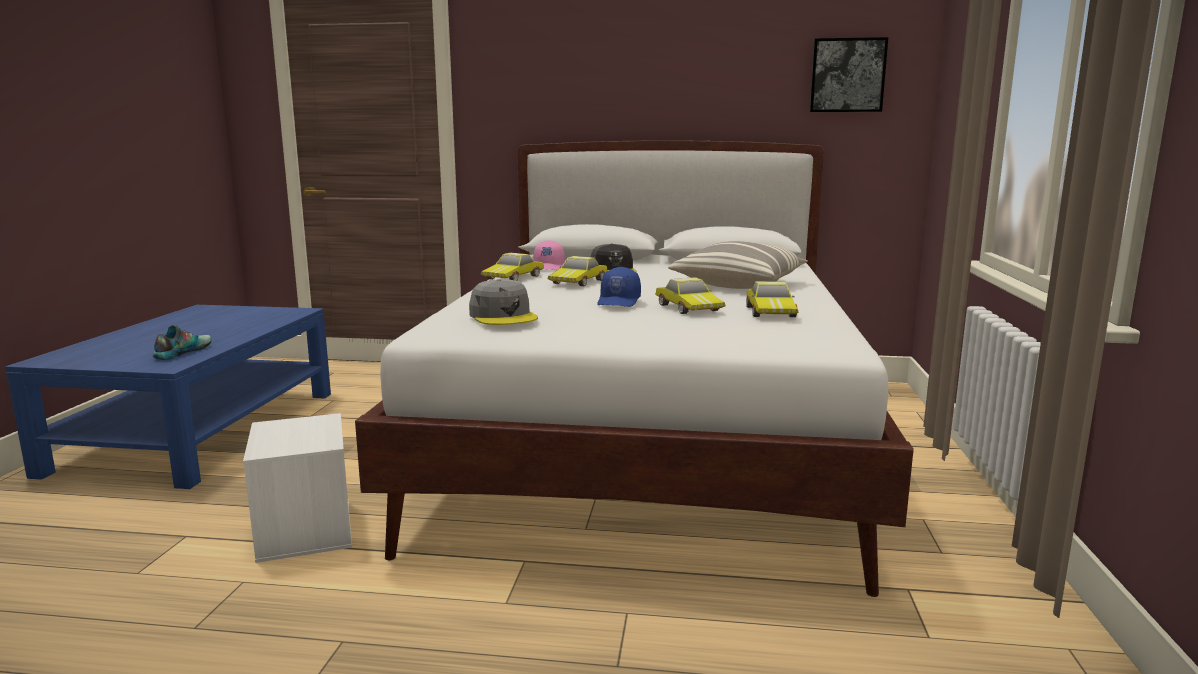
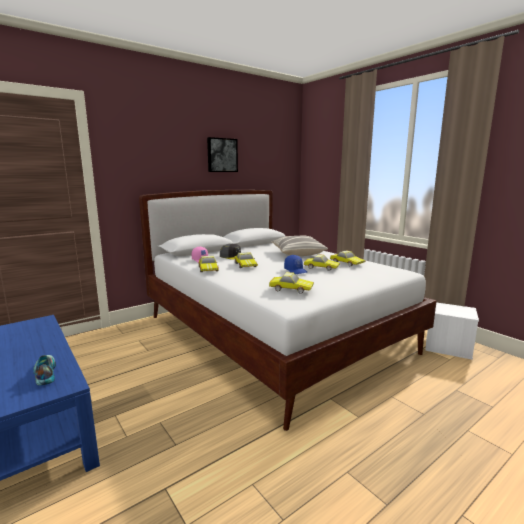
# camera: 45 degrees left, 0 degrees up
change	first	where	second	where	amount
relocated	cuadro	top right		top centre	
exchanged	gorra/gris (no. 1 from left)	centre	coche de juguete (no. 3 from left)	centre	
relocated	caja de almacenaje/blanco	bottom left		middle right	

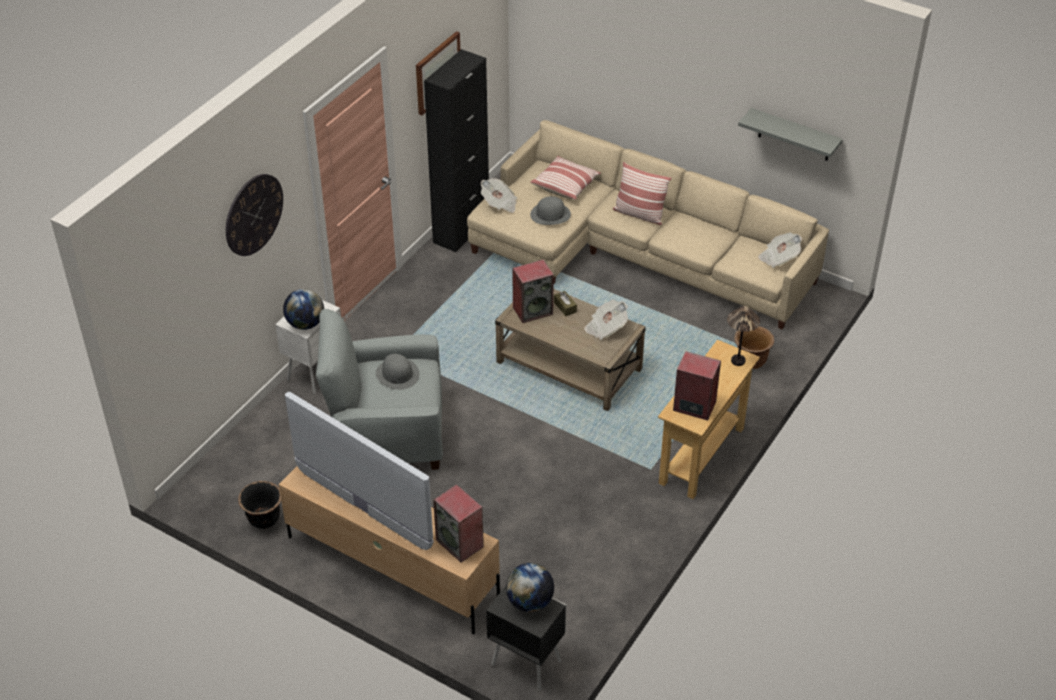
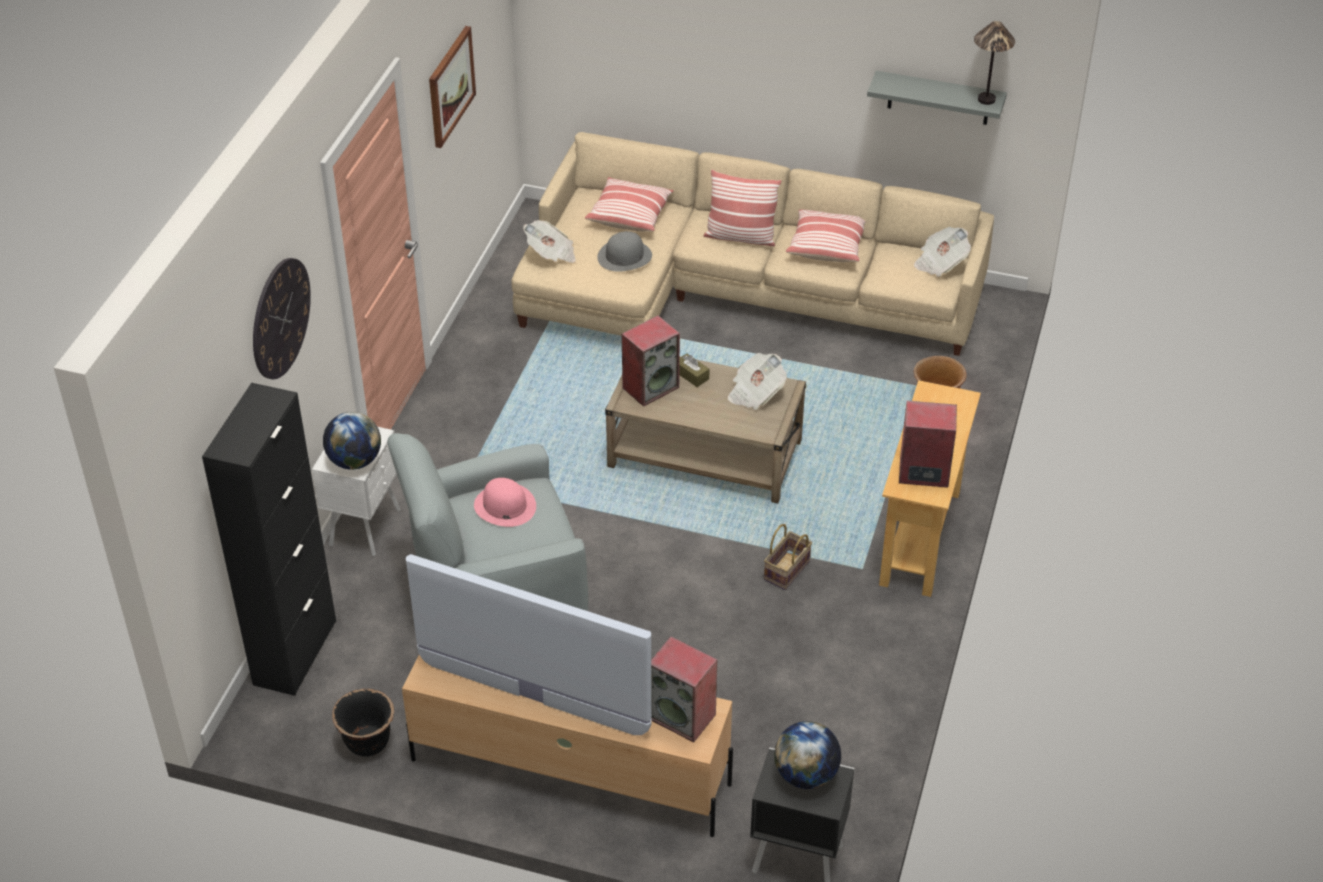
# camera: 15 degrees left, 0 degrees up
change	first	where	second	where	amount
relocated	armario/negro	top centre		middle left	
relocated	lámpara de mesa	middle right		top right	
colour	sombrero/gris (no. 1 from left)	centre	sombrero/rosa	centre	
appeared			cojín (no. 3 from left)	top centre	
appeared			cesta	centre	

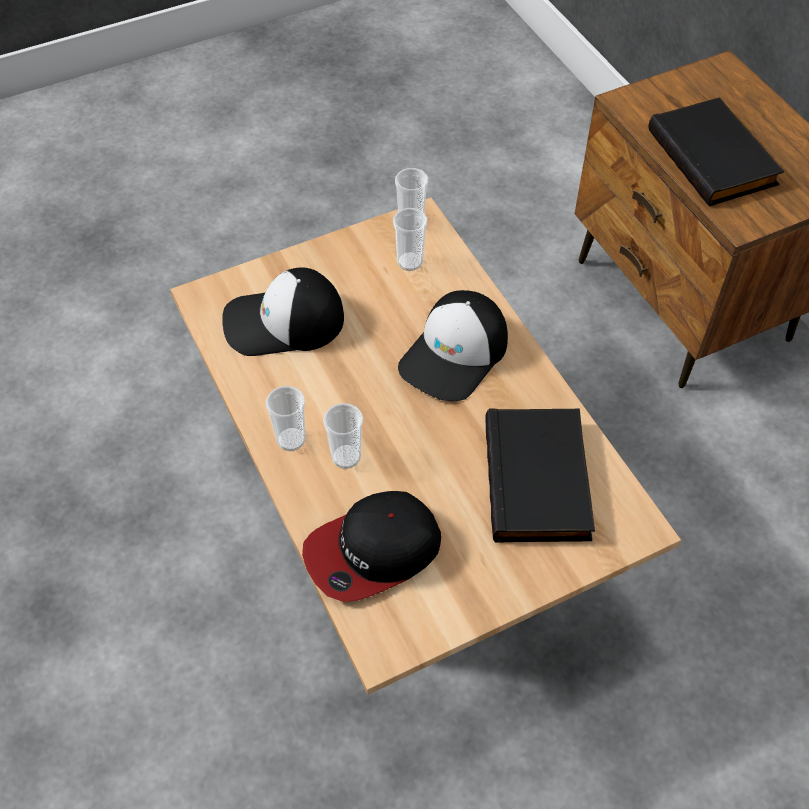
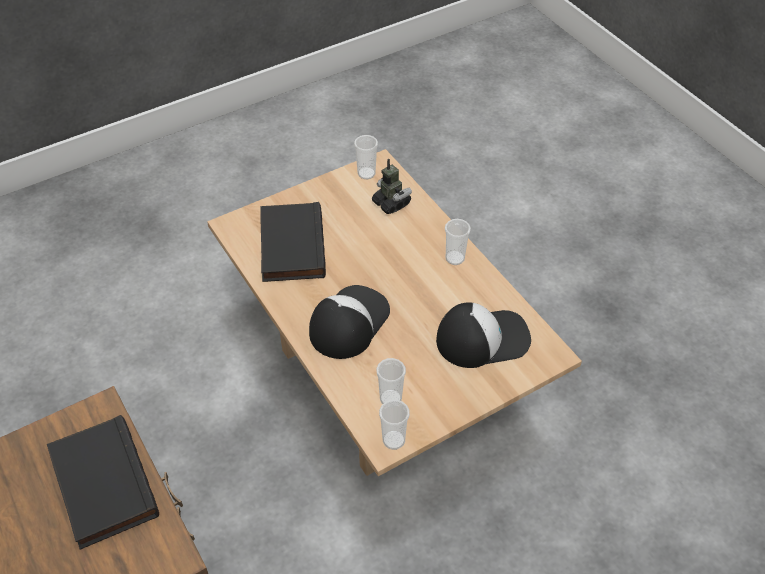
# camera: 175 degrees right, 5 degrees down
change	first	where	second	where	amount
relocated	taza (no. 2 from left in the first image)	centre	taza (no. 1 from left)	top centre	
exchanged	gorra (no. 2 from left)	bottom centre	robot de juguete	top centre	

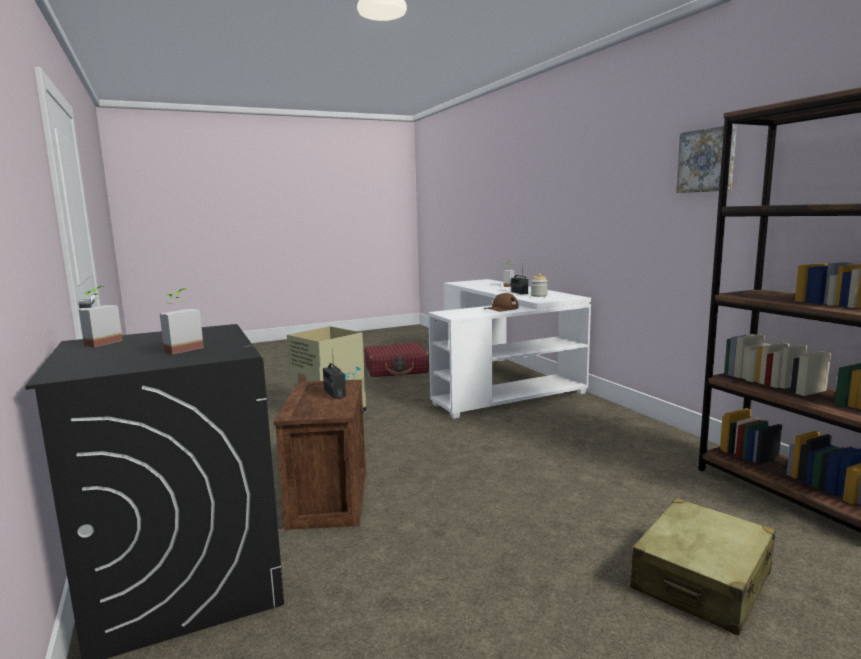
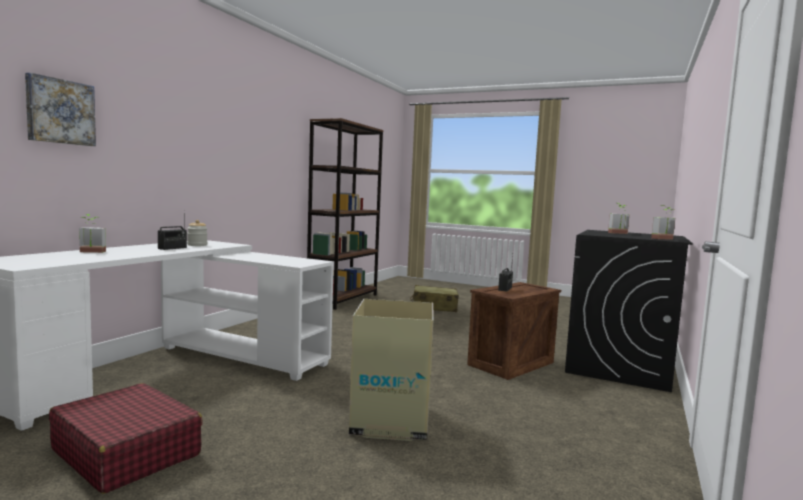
# camera: 130 degrees left, 5 degrees down
change	first	where	second	where	amount
relocated	cuadro	top right		top left	
missing	gorra/marrón	centre			

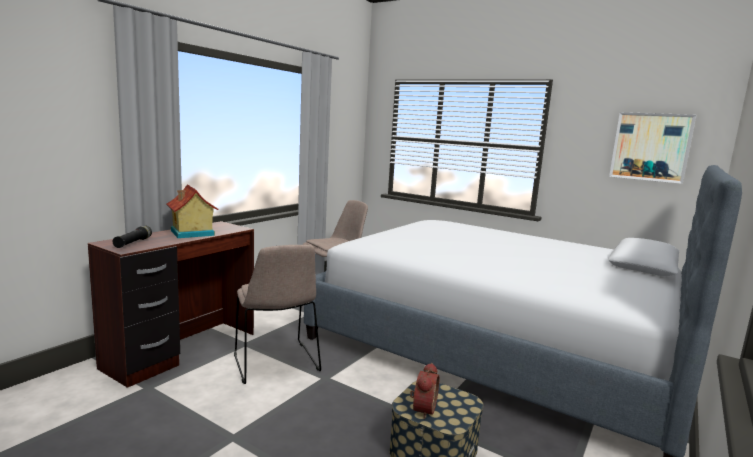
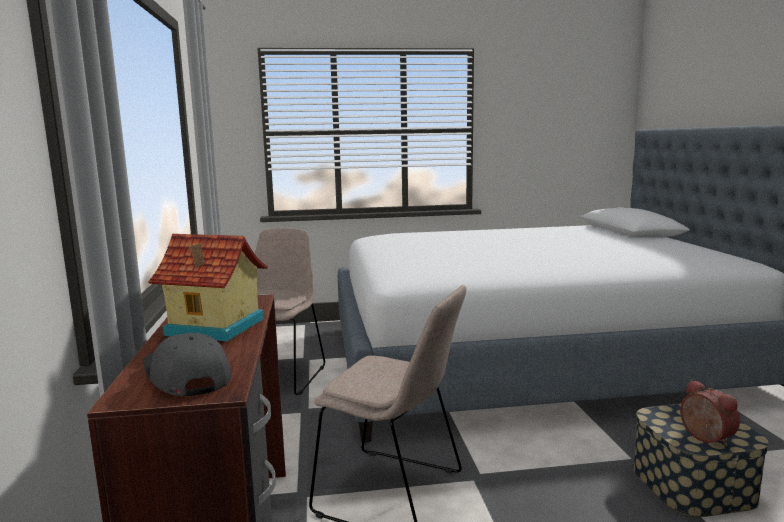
# camera: 40 degrees left, 0 degrees up
change	first	where	second	where	amount
missing	cuadro	top right			
exchanged	linterna/negro	middle left	gorra/gris	bottom left	

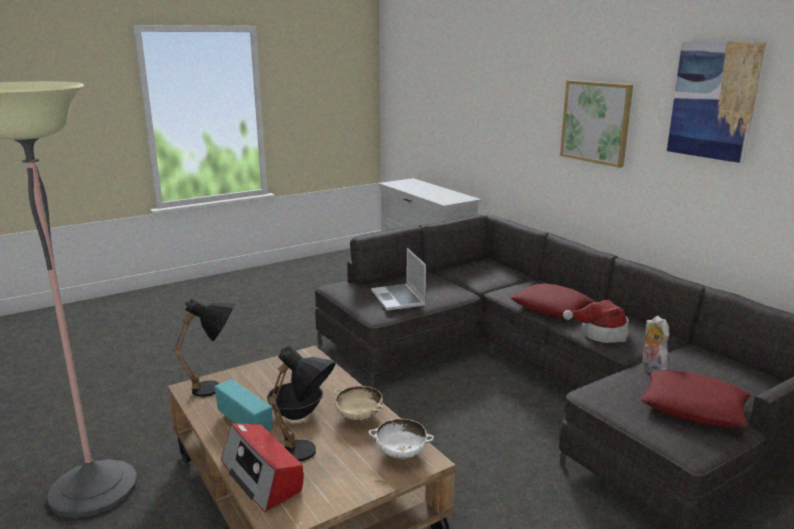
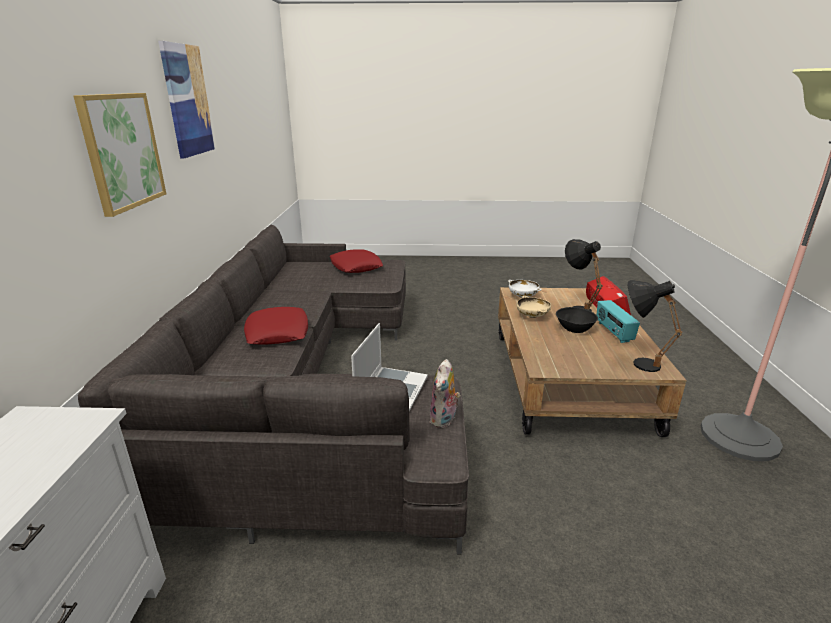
# camera: 145 degrees left, 5 degrees up
change	first	where	second	where	amount
missing	sombrero	middle right			
relocated	peluche	middle right		centre	

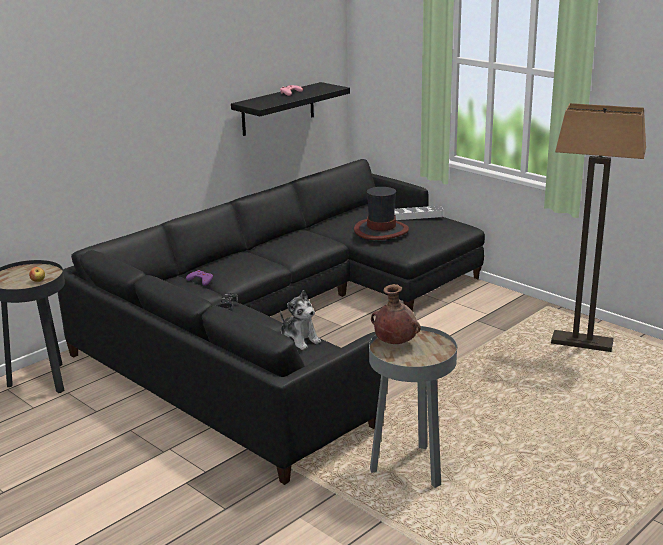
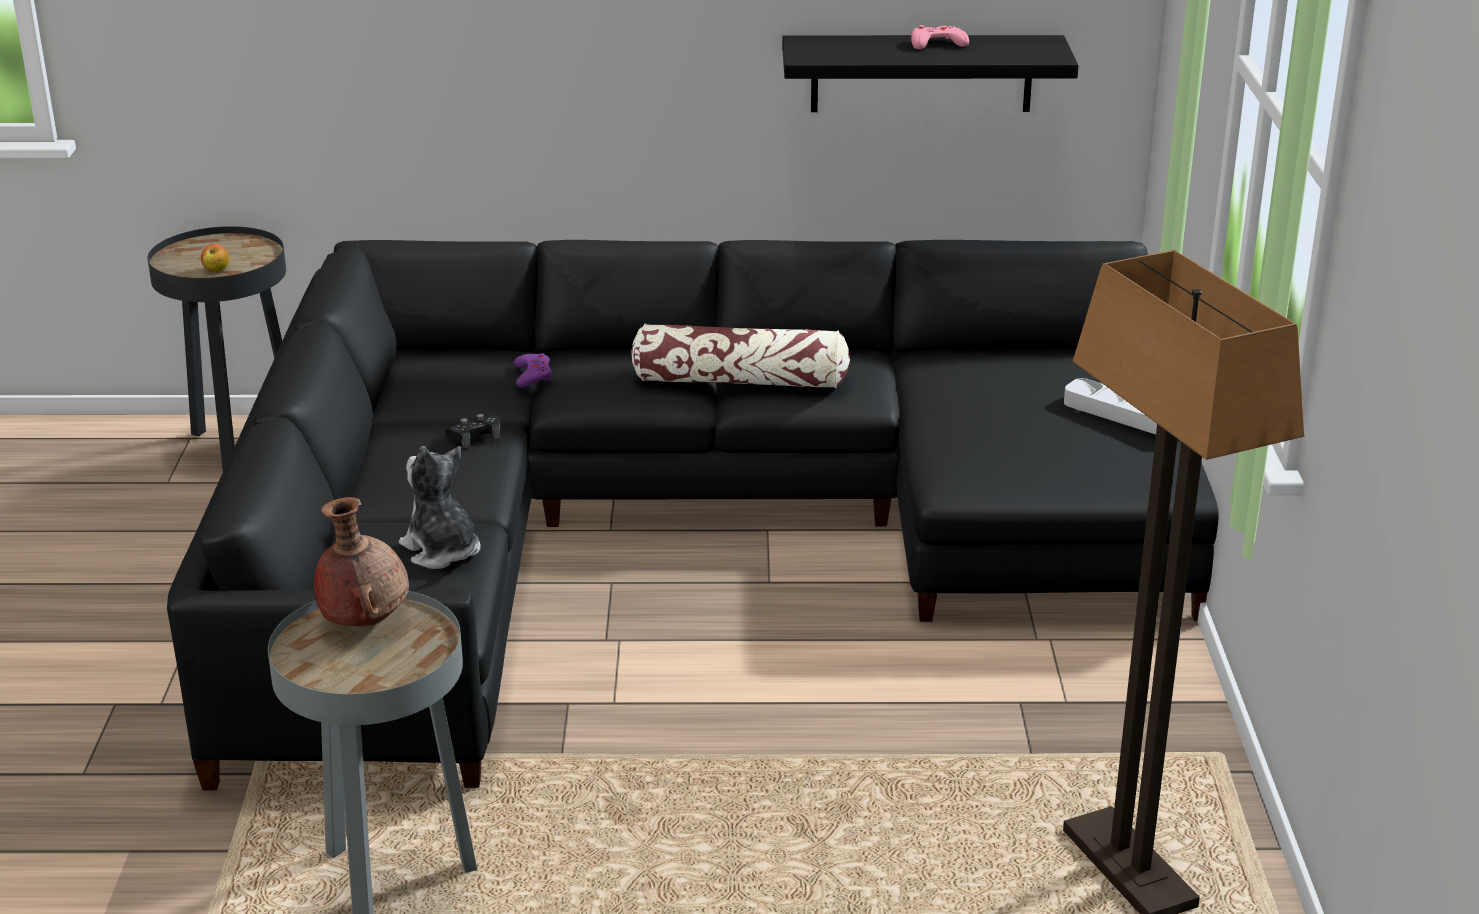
# camera: 45 degrees right, 5 degrees up
change	first	where	second	where	amount
missing	sombrero	centre			
spun	peluche	centre		middle left	135 degrees clockwise
appeared			cojín	centre	

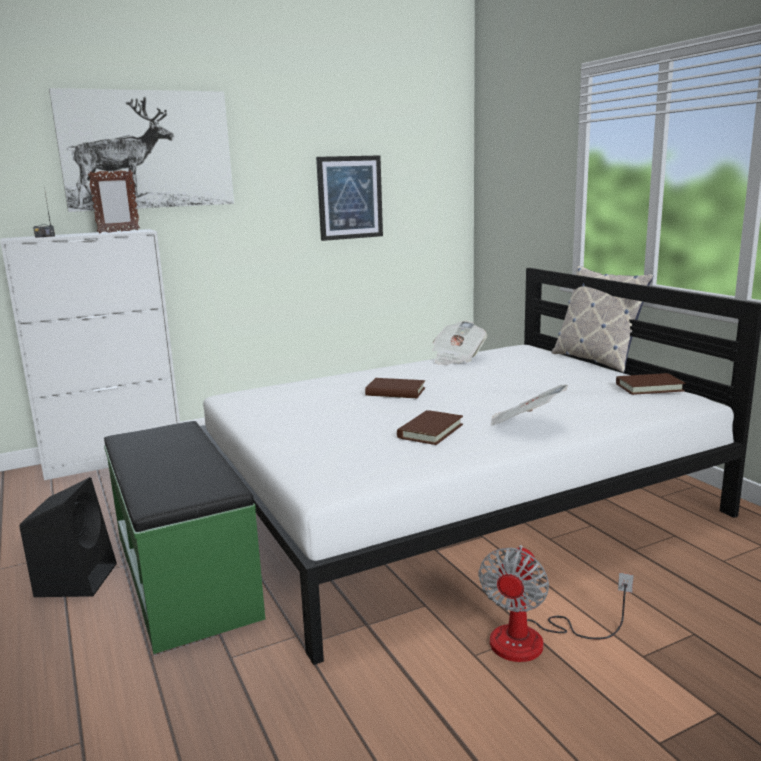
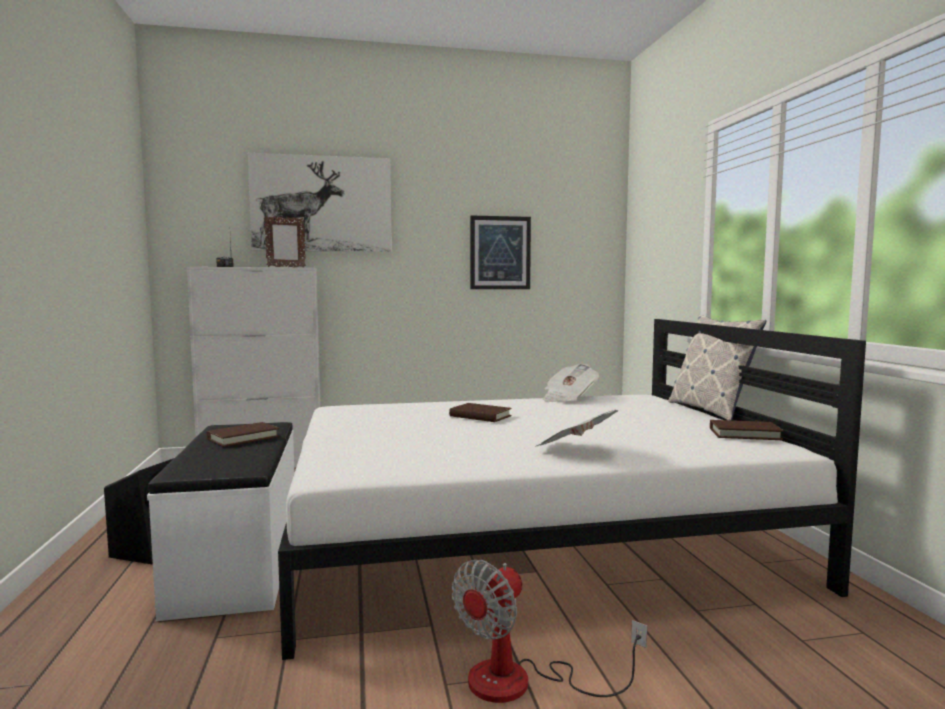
# camera: 15 degrees right, 10 degrees down
change	first	where	second	where	amount
relocated	libro/marrón (no. 2 from left in the first image)	centre	libro/marrón (no. 1 from left)	middle left	
colour	banco/verde	bottom left	banco/blanco	bottom left	

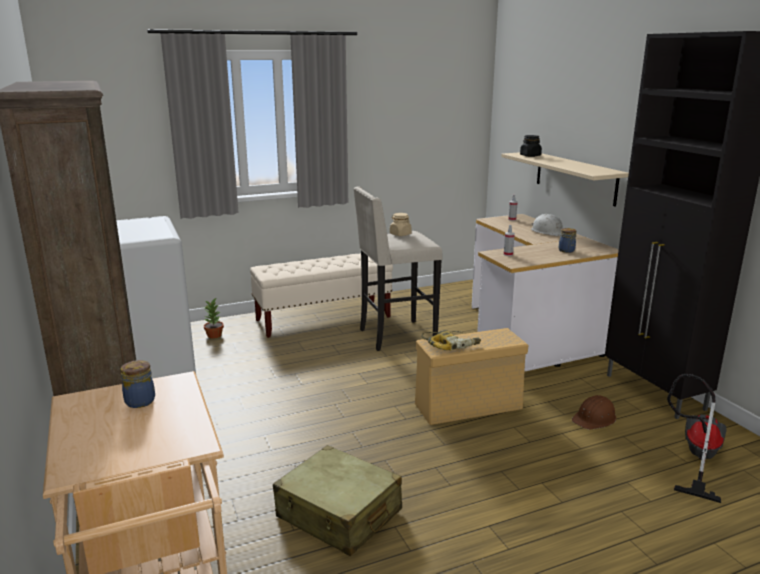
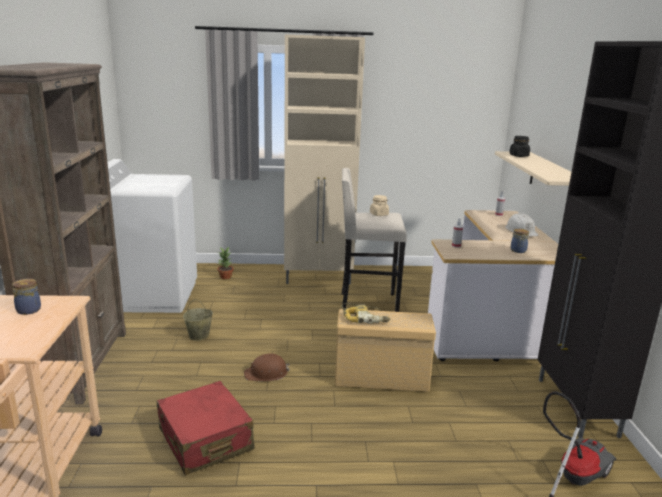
# camera: 20 degrees right, 0 degrees up
change	first	where	second	where	amount
exchanged	banco/beis	centre	armario/beis	top centre	
relocated	casco/marrón	bottom right		bottom centre	
colour	maleta/beis	bottom centre	maleta/rojo	bottom left	
appeared			cubo/beis	middle left	

